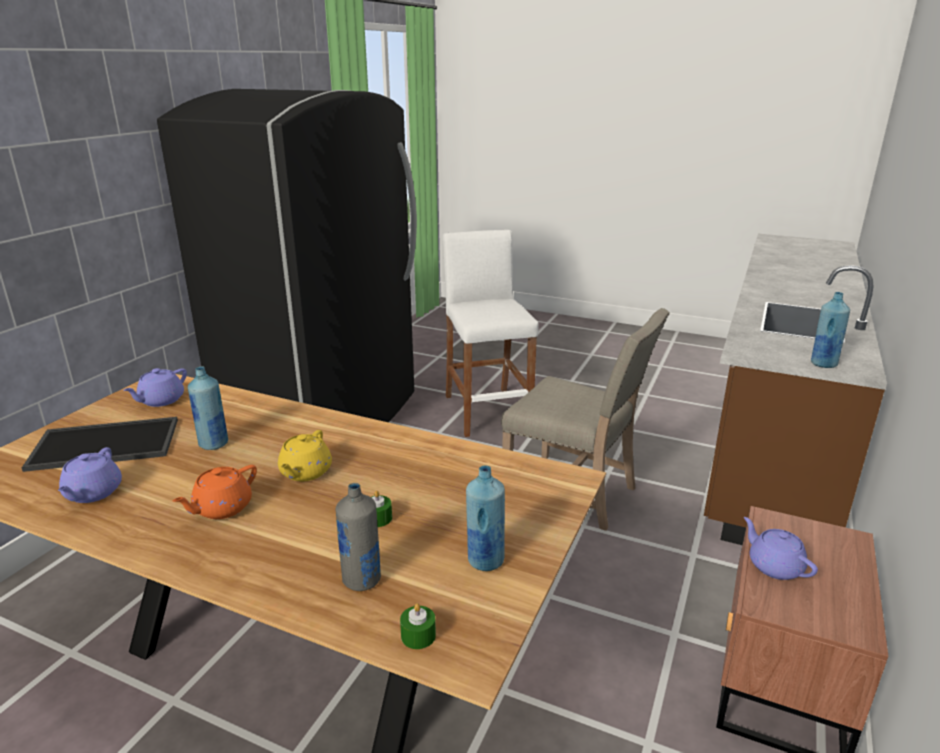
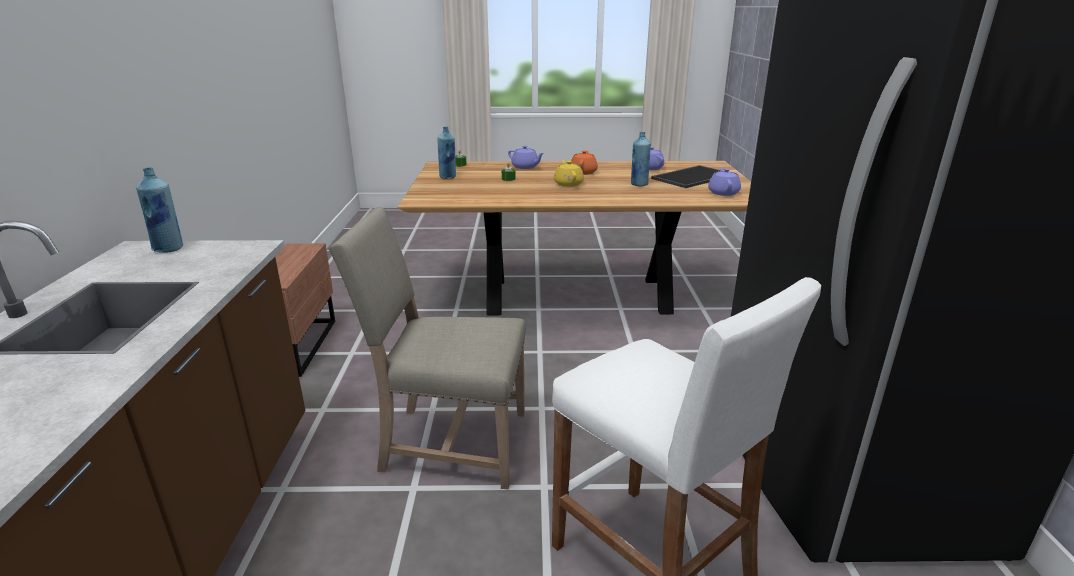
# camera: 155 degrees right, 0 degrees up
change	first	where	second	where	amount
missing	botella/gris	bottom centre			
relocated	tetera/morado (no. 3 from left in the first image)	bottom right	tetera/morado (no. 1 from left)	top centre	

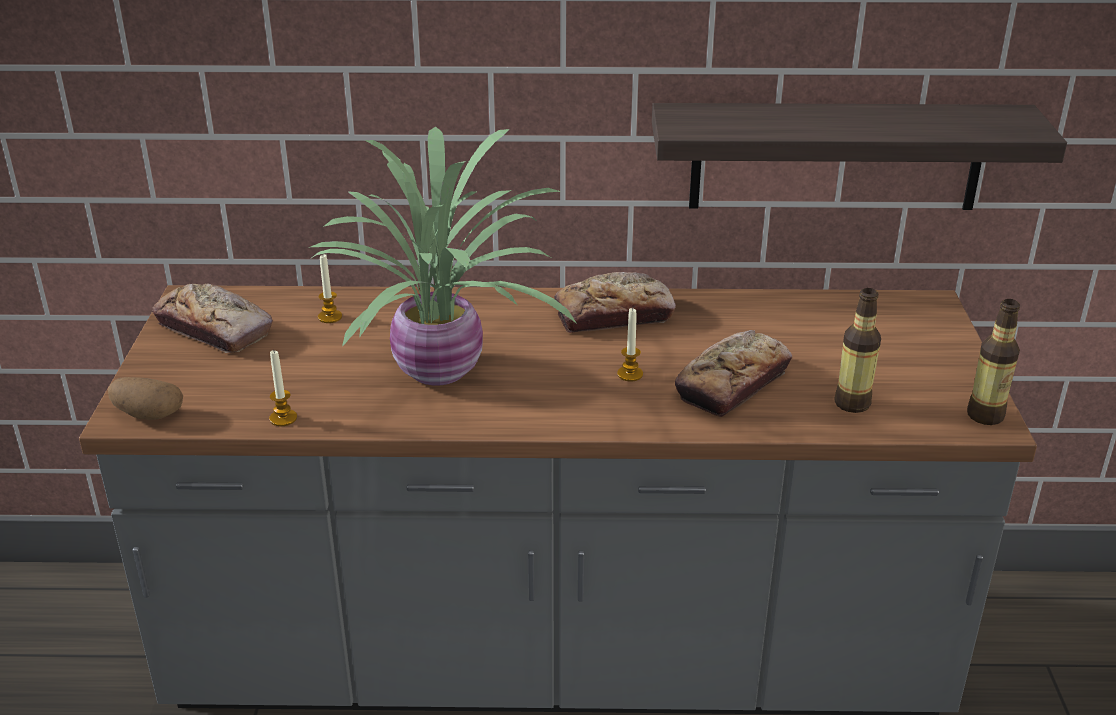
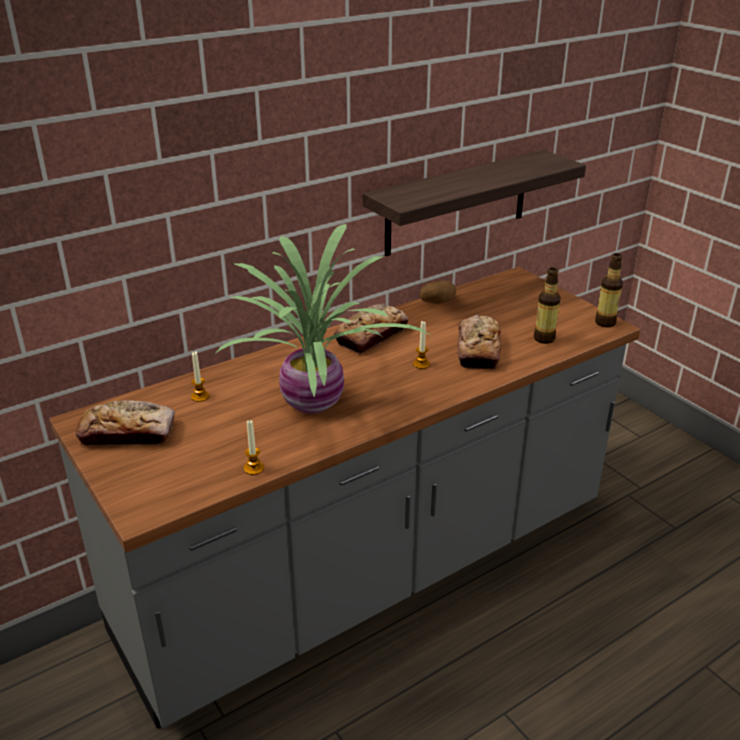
# camera: 35 degrees left, 0 degrees up
change	first	where	second	where	amount
relocated	patata	middle left		centre	

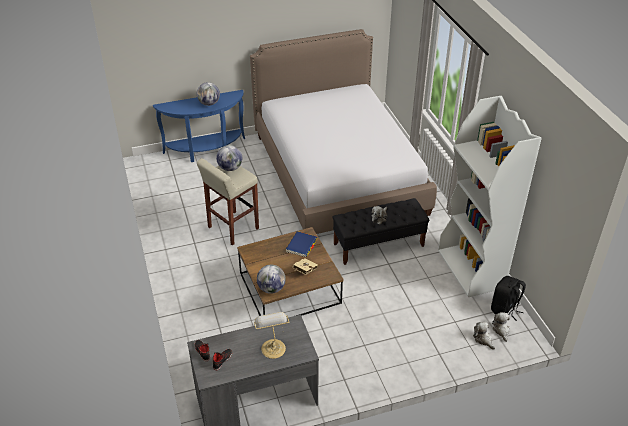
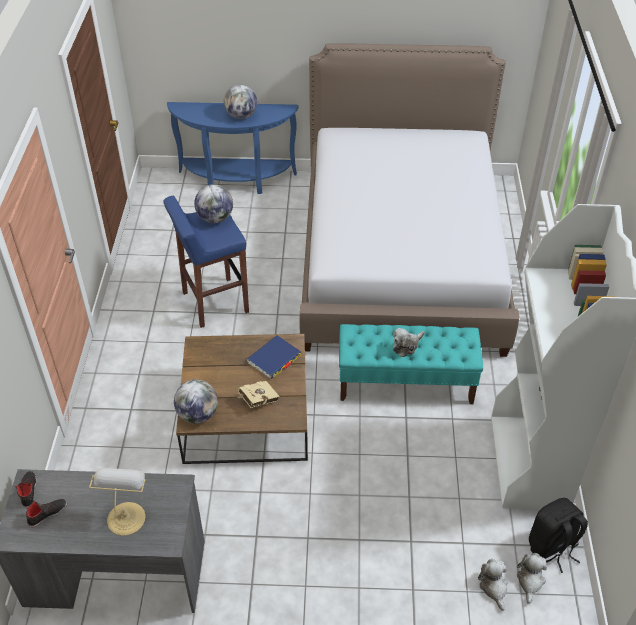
# camera: 20 degrees right, 5 degrees up
change	first	where	second	where	amount
colour	taburete/beis	centre	taburete/azul	middle left	
colour	banco/negro	centre	banco/turquesa	centre	

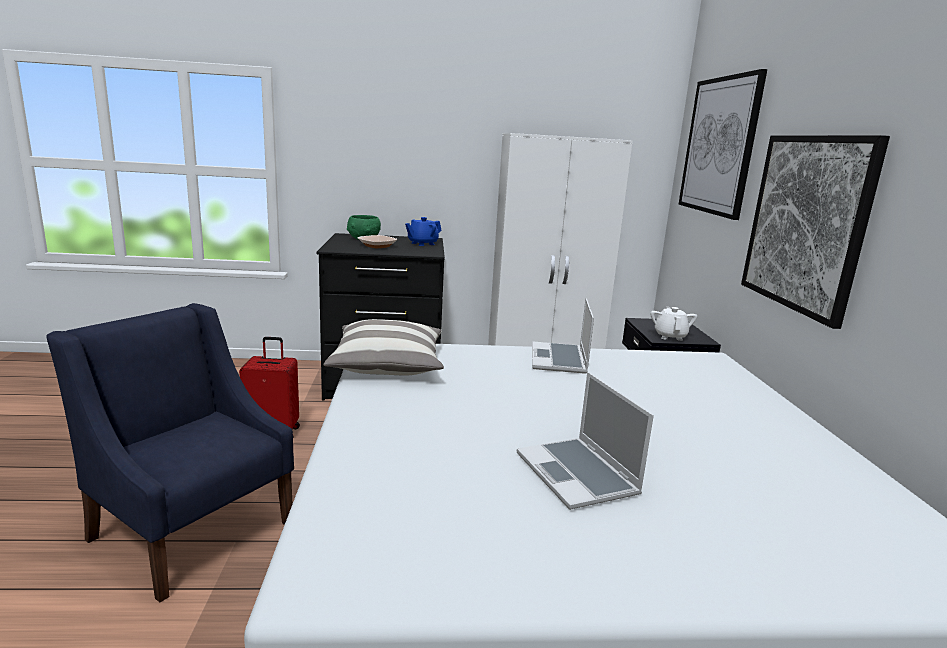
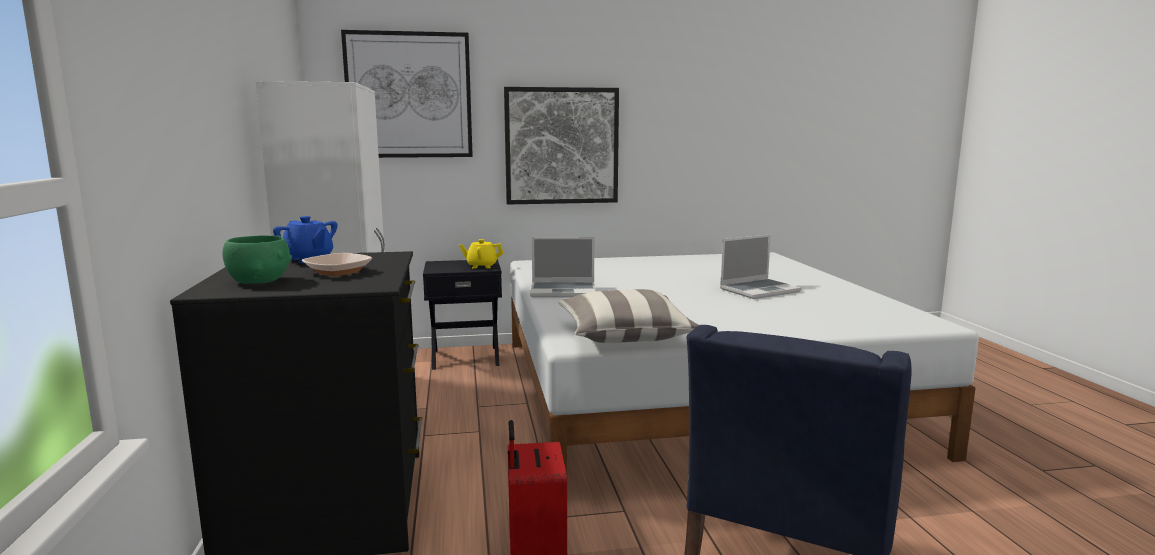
# camera: 95 degrees left, 5 degrees down
change	first	where	second	where	amount
colour	tetera/blanco	middle right	tetera/amarillo	centre	

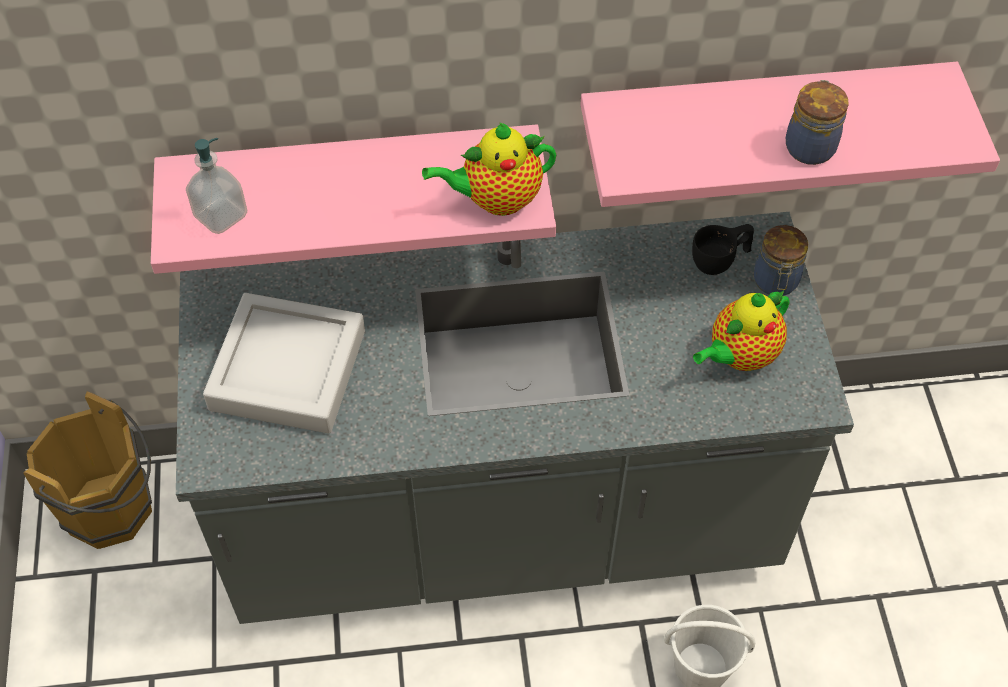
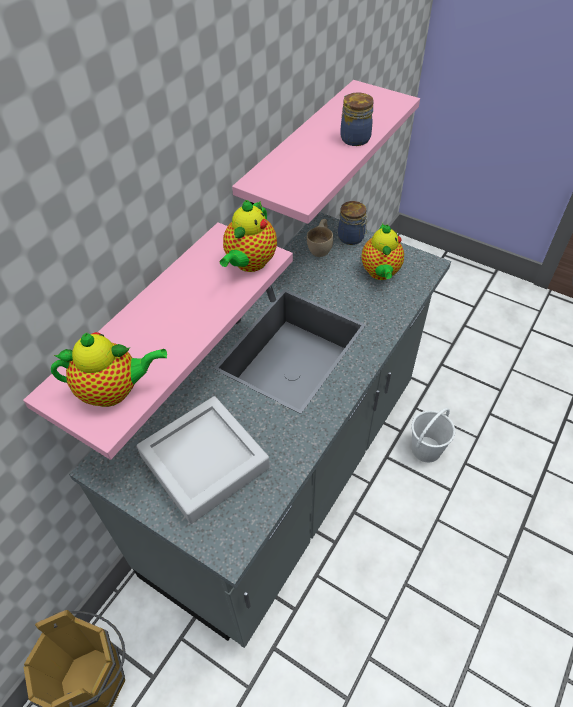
# camera: 50 degrees left, 5 degrees down
change	first	where	second	where	amount
exchanged	dispensador de jabón	top left	tetera (no. 1 from left)	middle left	
colour	taza/negro	middle right	taza/beis	centre	

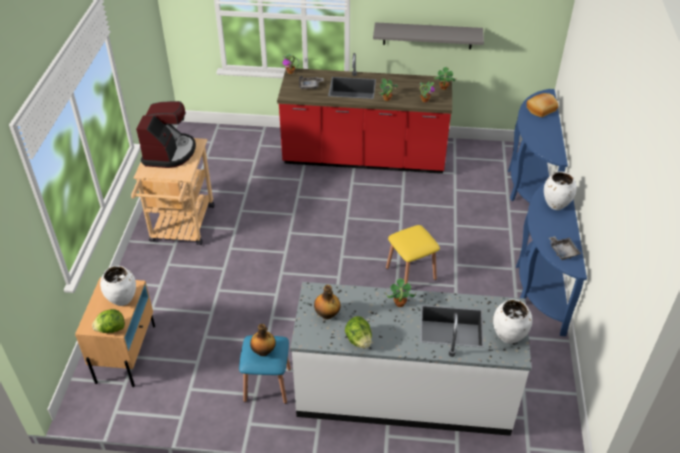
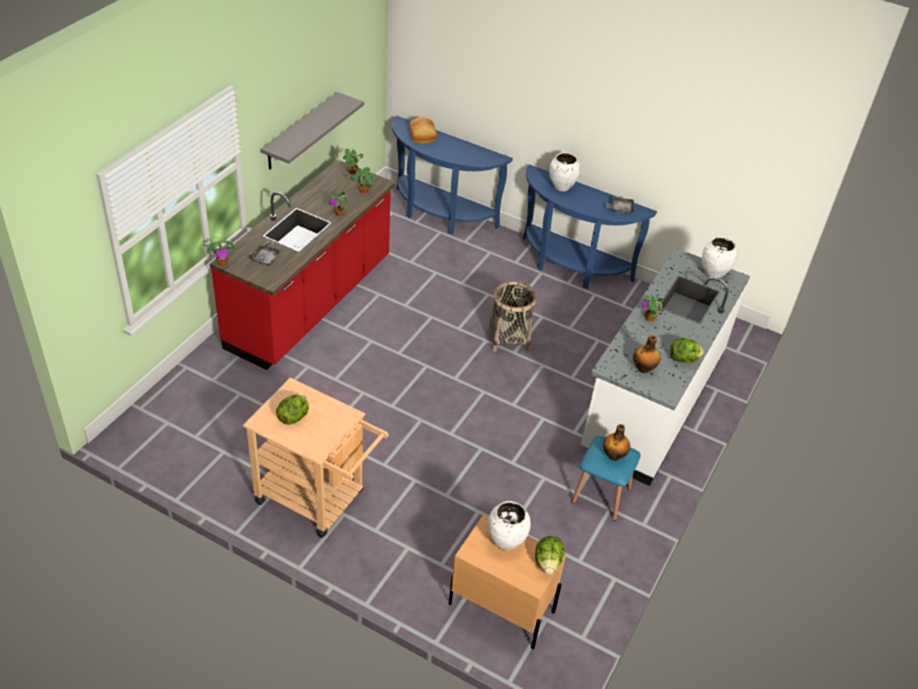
# camera: 70 degrees left, 0 degrees up
change	first	where	second	where	amount
exchanged	cafetera	top left	lechuga (no. 1 from left)	middle left	
exchanged	taburete/amarillo	centre	cesta	centre	

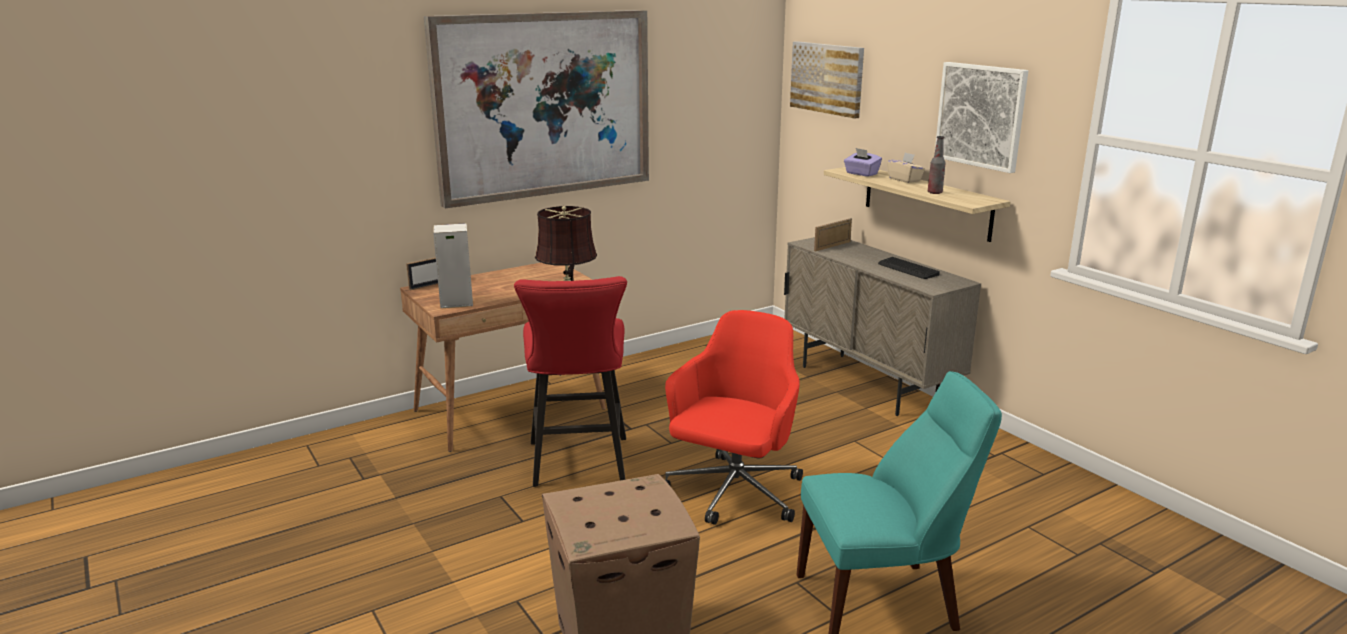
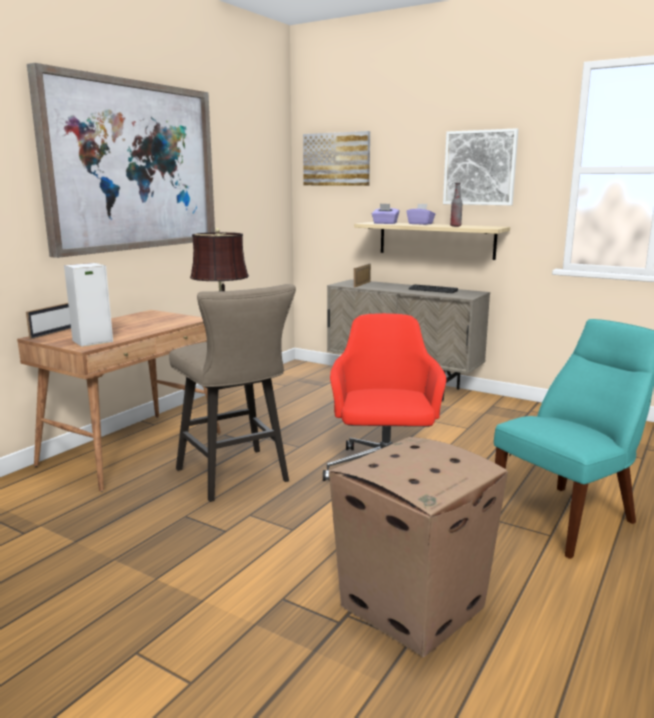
# camera: 25 degrees left, 5 degrees down
change	first	where	second	where	amount
colour	caja de pañuelos/beis	top right	caja de pañuelos/morado (no. 2 from left)	top centre	
colour	taburete/rojo	centre	taburete/beis	centre	

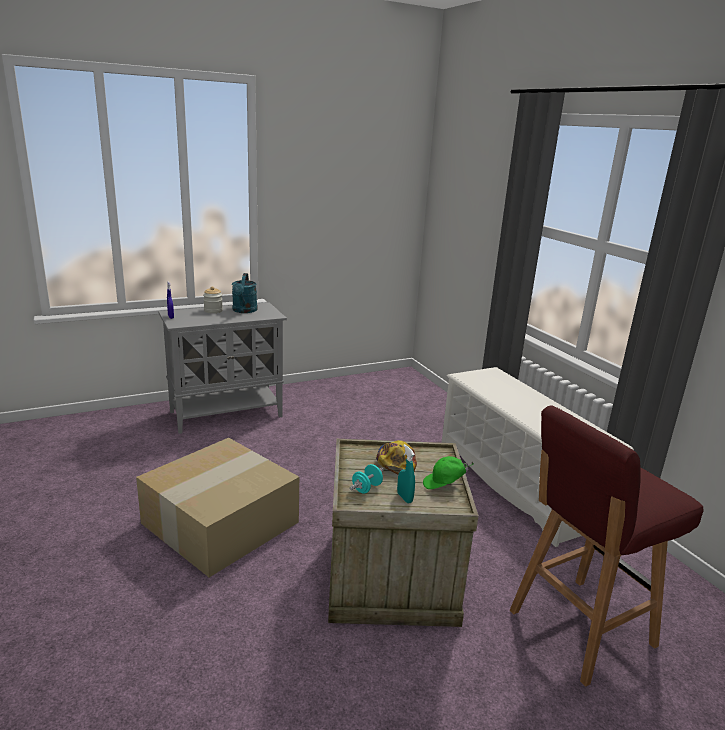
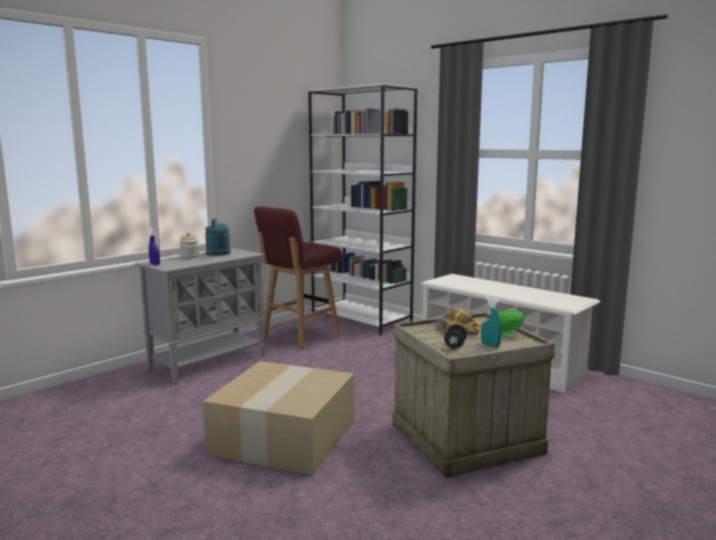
# camera: 20 degrees left, 10 degrees down
change	first	where	second	where	amount
relocated	taburete/rojo	bottom right		centre	
colour	mancuerna/turquesa	centre	mancuerna/negro	centre	
appeared			estantería/blanco	centre	

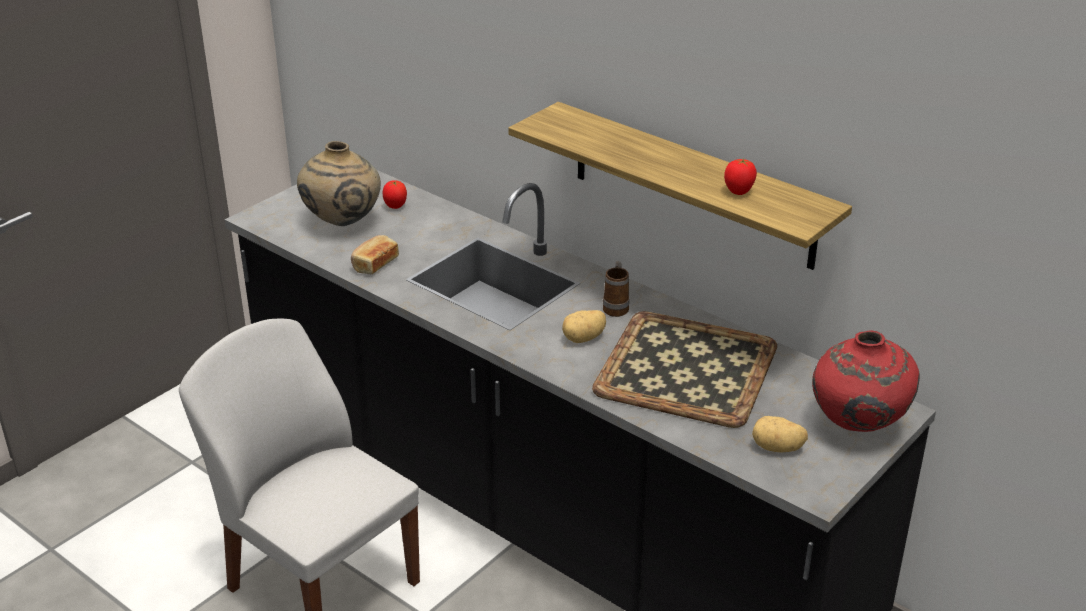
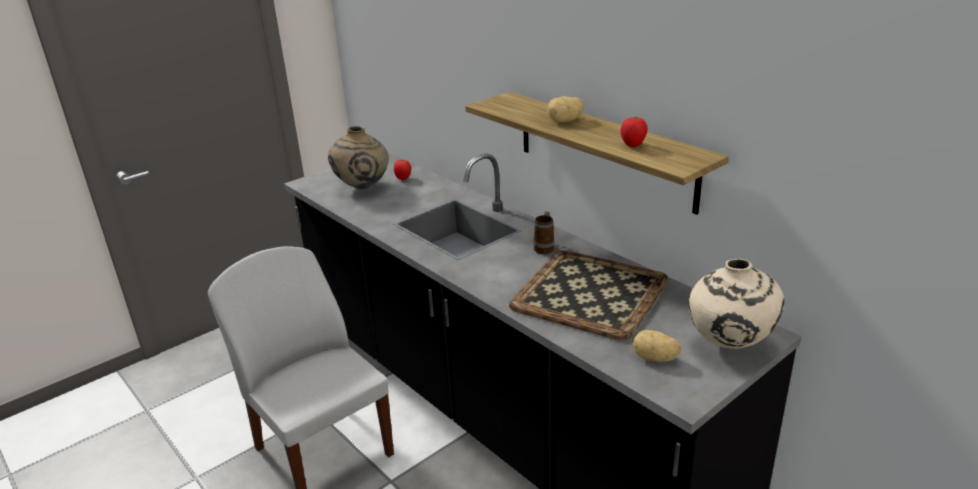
# camera: 10 degrees right, 5 degrees down
change	first	where	second	where	amount
missing	pan	centre			
relocated	patata (no. 1 from left)	centre		top centre	
colour	florero/rojo	middle right	florero/beis (no. 2 from left)	middle right	

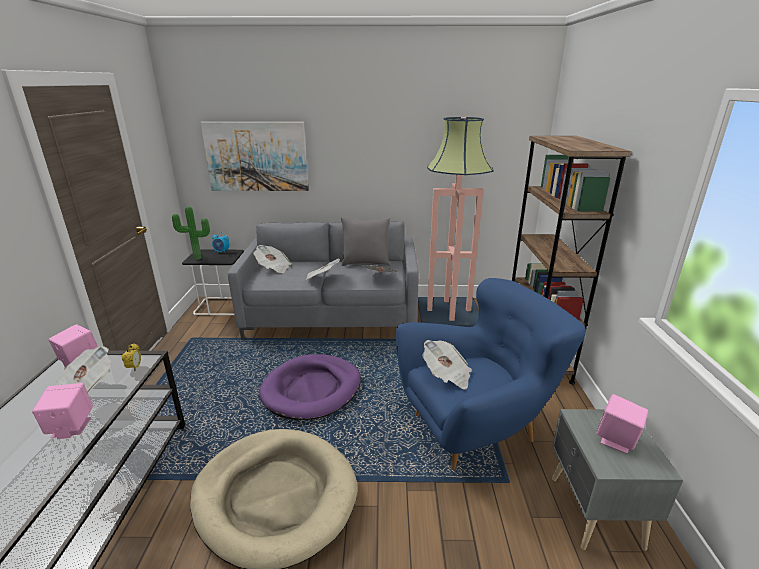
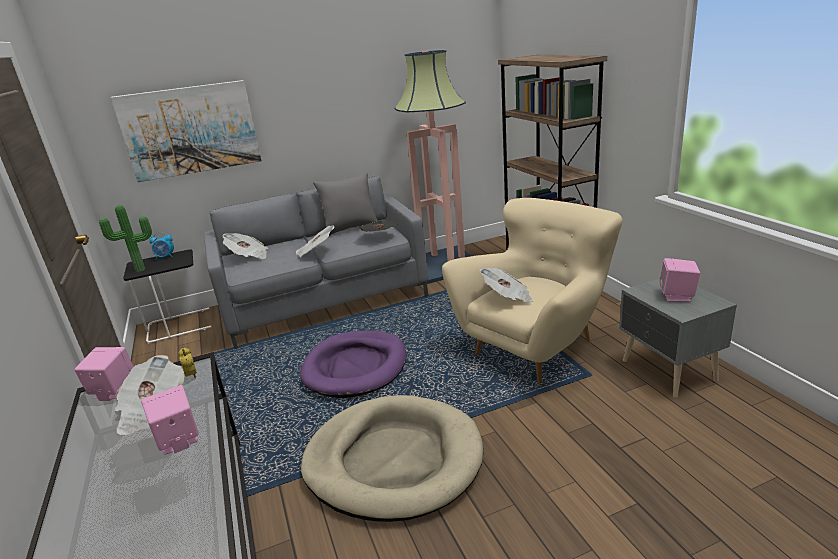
# camera: 20 degrees left, 0 degrees up
change	first	where	second	where	amount
colour	sillón/azul	centre	sillón/beis	centre	

